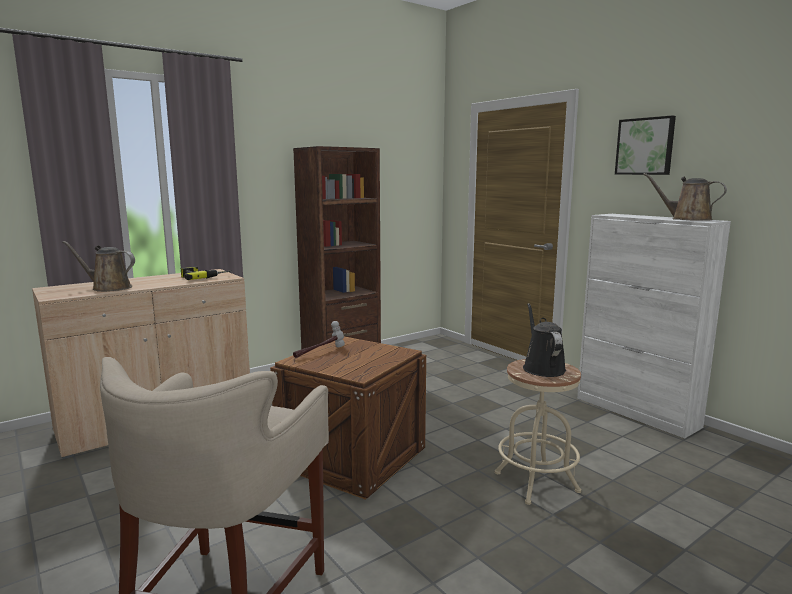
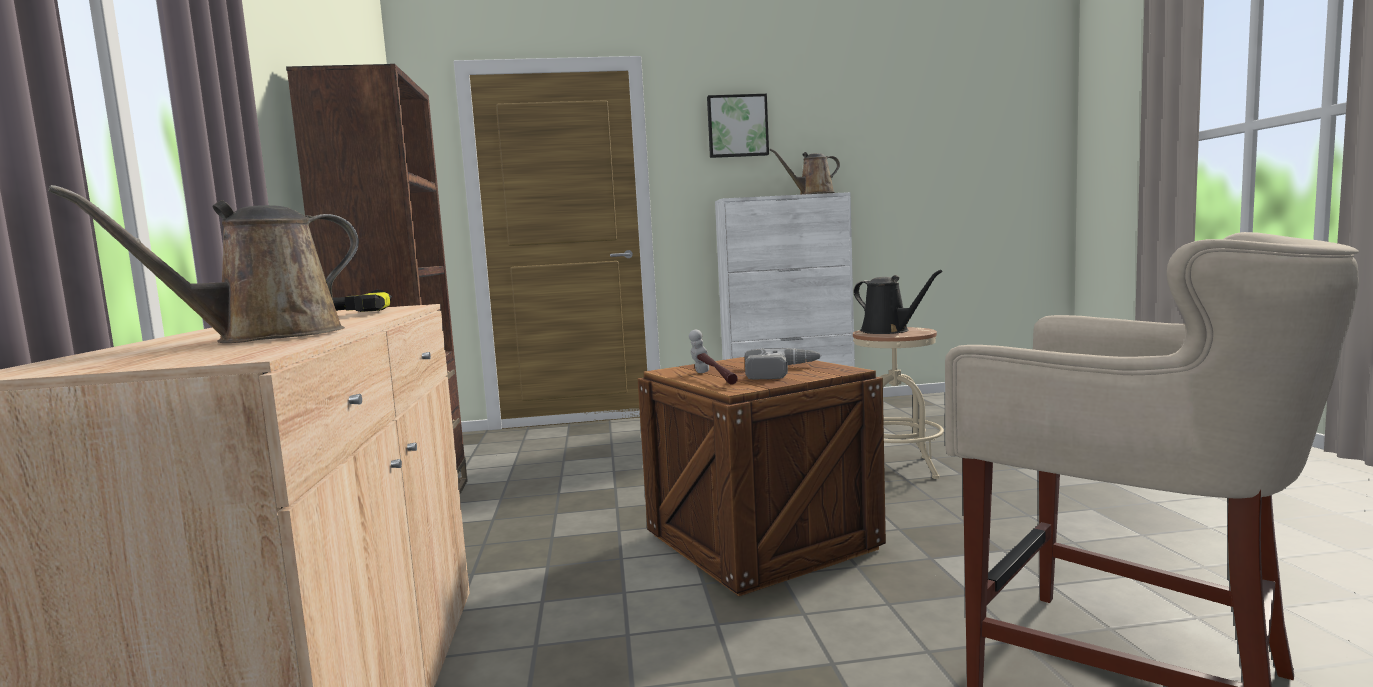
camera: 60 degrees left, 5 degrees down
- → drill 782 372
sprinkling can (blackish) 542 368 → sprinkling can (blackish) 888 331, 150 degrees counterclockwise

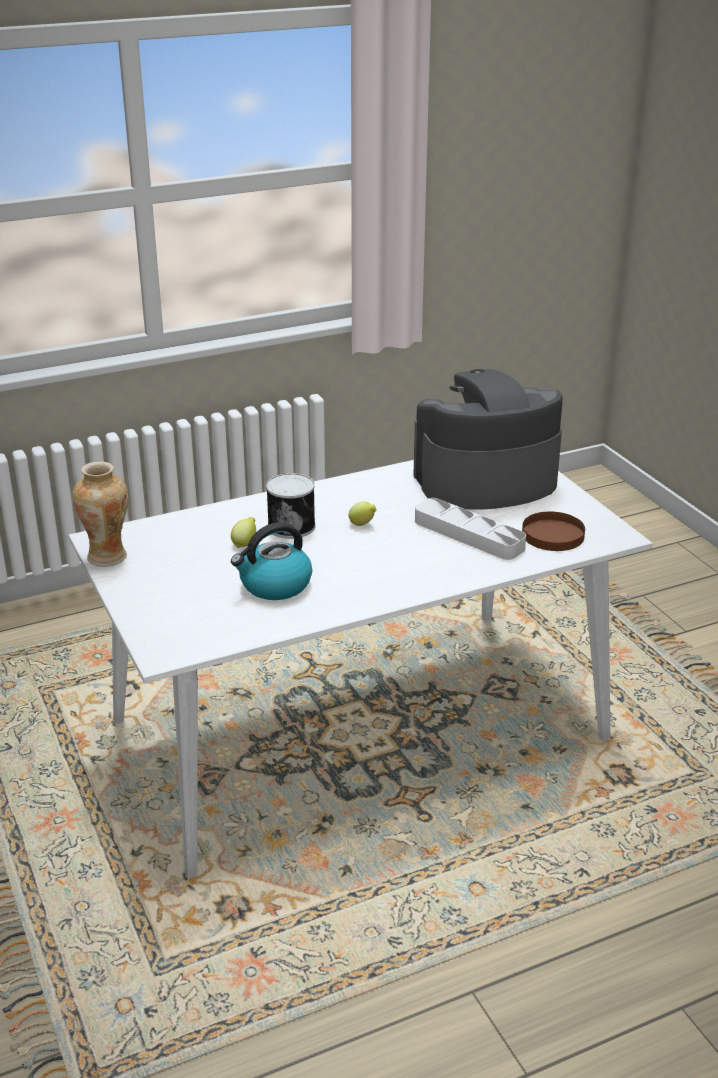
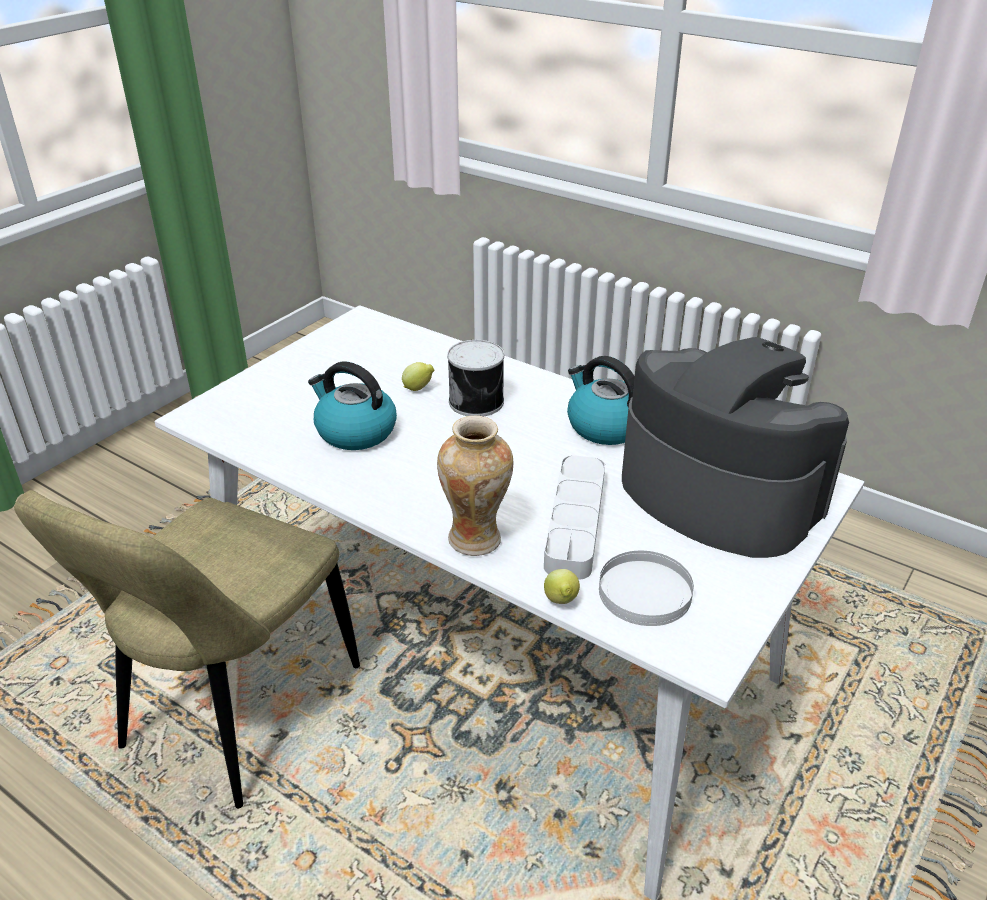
camera: 60 degrees right, 5 degrees up
- → chair (sand-coloured) 234 714
vase 108 557 → vase 476 539, move
citrus fruit 362 524 → citrus fruit 561 602, move
- → kettle 605 426
flat dish (brown) 553 535 → flat dish (white-coloured) 645 592

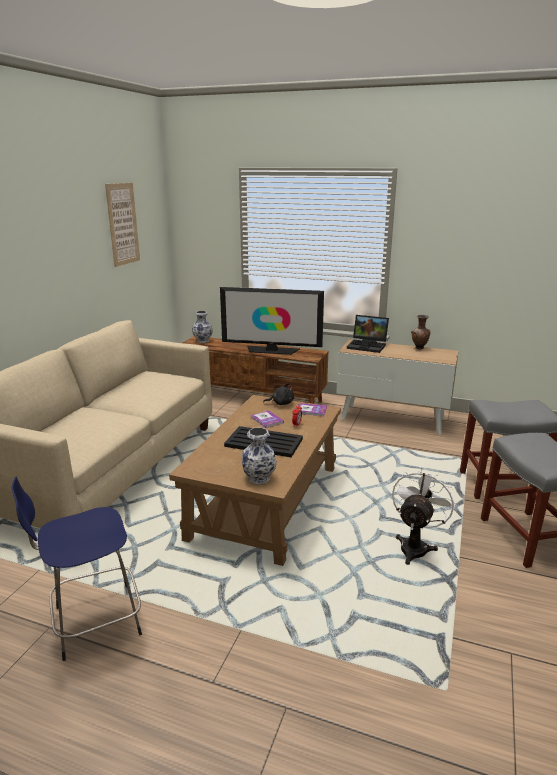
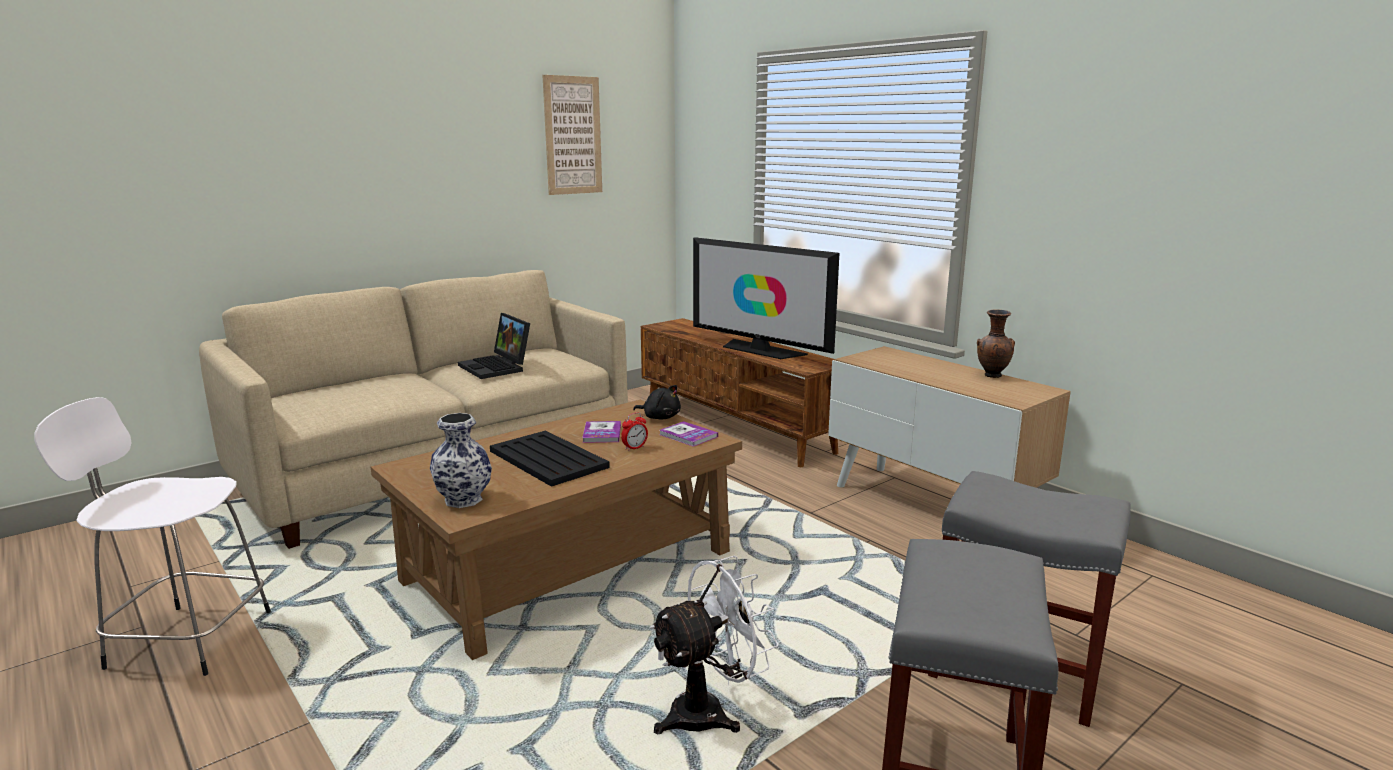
camera: 30 degrees right, 5 degrees down
stool (blue) 93 622 → stool (white-coloured) 185 639
laptop 368 346 → laptop 497 367, move
vase 203 341 → -

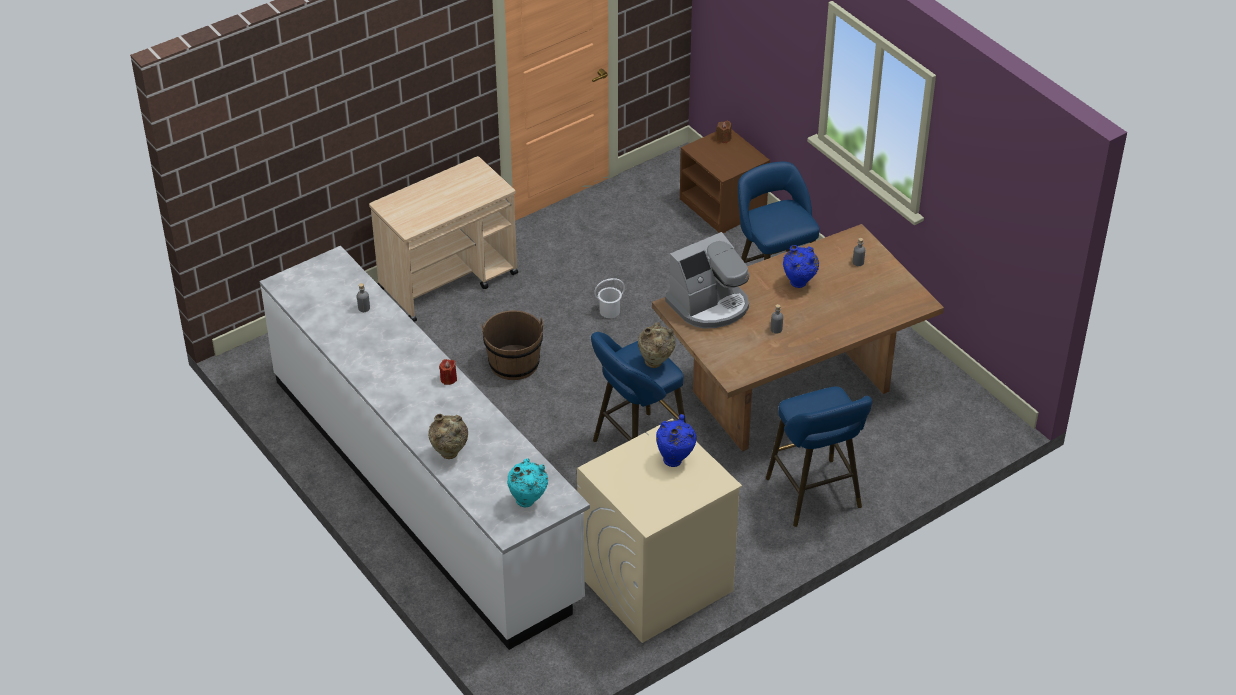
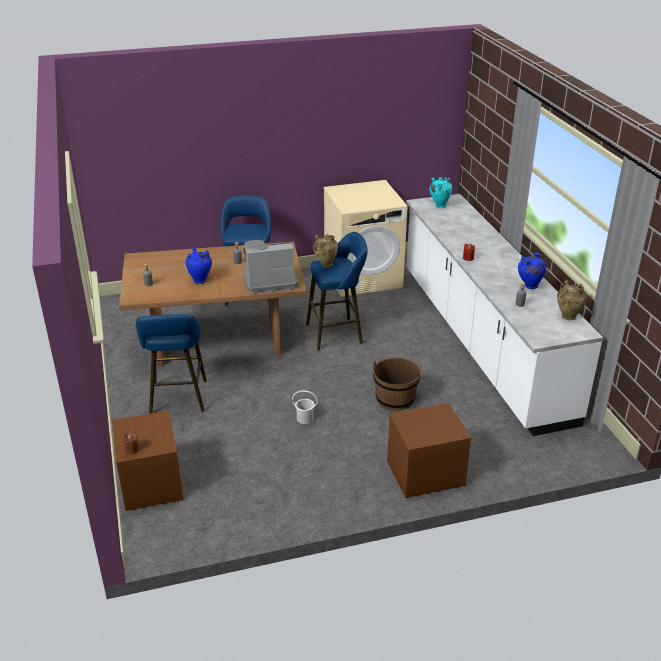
camera: 160 degrees left, 10 degrees down
wheeled cart (sand-coloured) 449 281 → night table (brown) 425 474
vase (blue) 675 460 → vase (blue) 529 286, move
vase (sand-coloured) 450 455 → vase (sand-coloured) 568 316, move

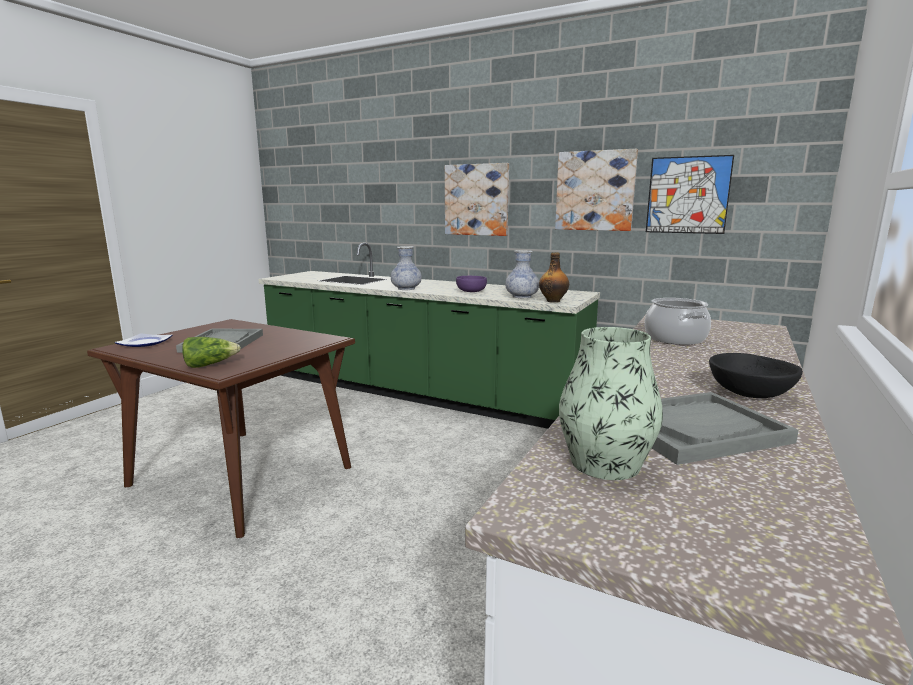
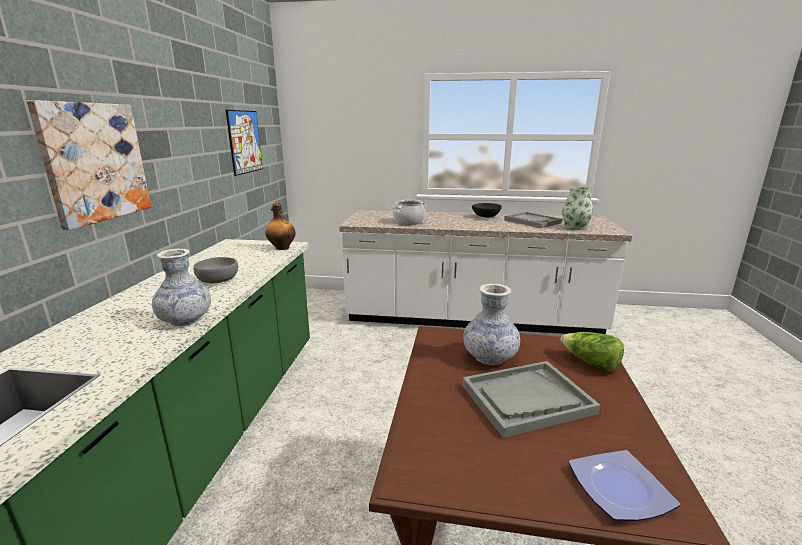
camera: 110 degrees left, 5 degrees up
serving bowl (purple) 471 291 → serving bowl (greyish) 218 280
vase 521 297 → vase 489 357, move
wall picture 595 191 → -

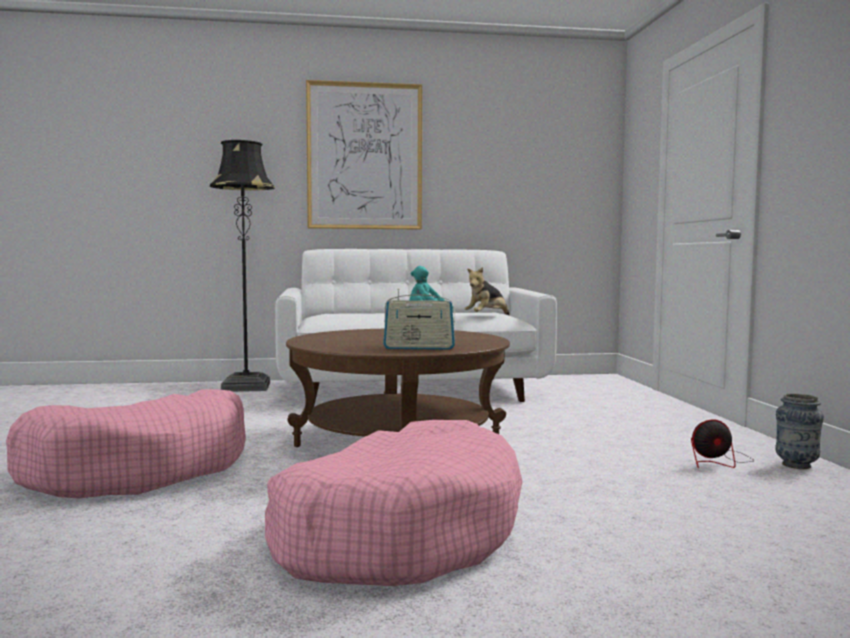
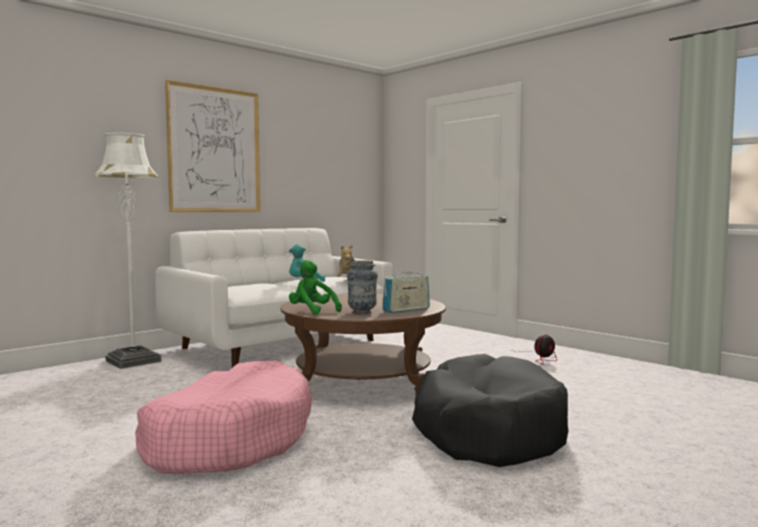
camera: 35 degrees left, 0 degrees up
standard lamp (blackish) 246 387 → standard lamp (white-coloured) 133 361
- → plush toy (green) 312 311
vase 796 465 → vase 362 312, move
pet bed (pinkish) 398 532 → pet bed (blackish) 488 431

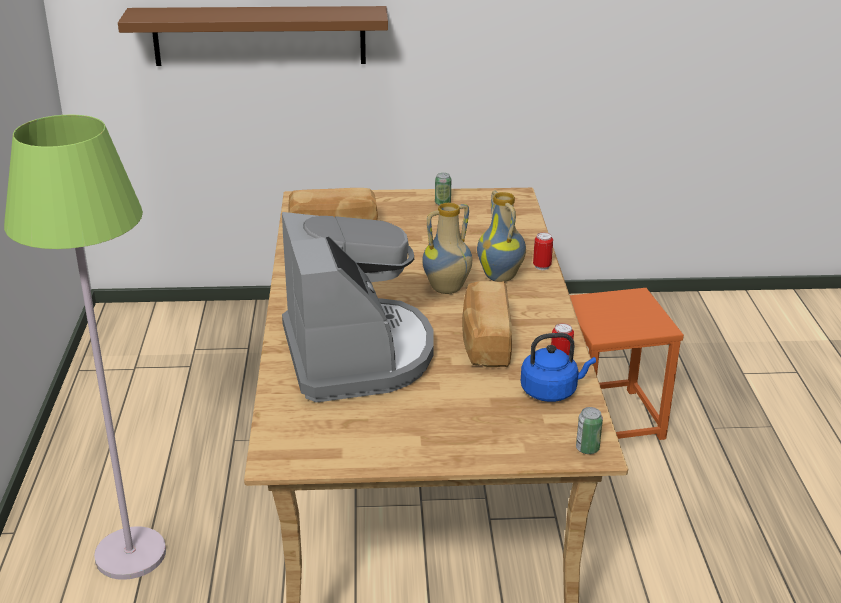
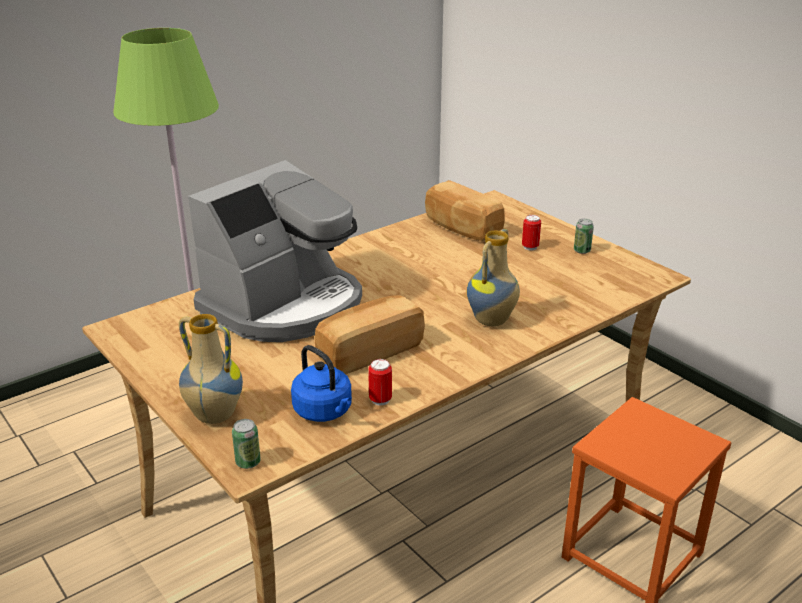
camera: 55 degrees right, 0 degrees up
vase 447 289 → vase 213 416, move
sealed can 542 266 → sealed can 530 247, move
bracket shelf (brown) 259 35 → -

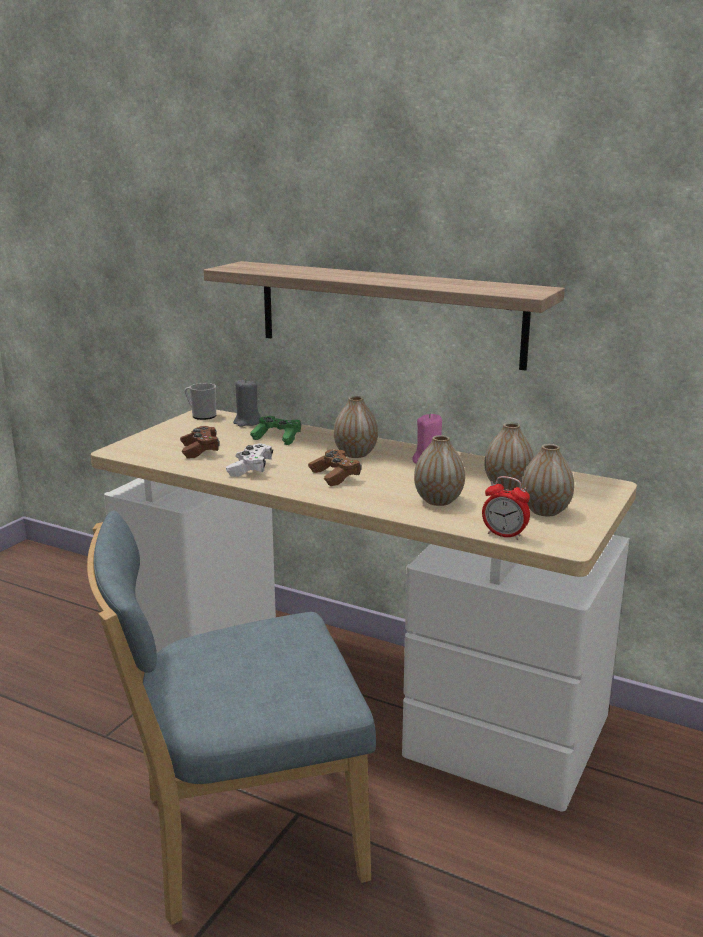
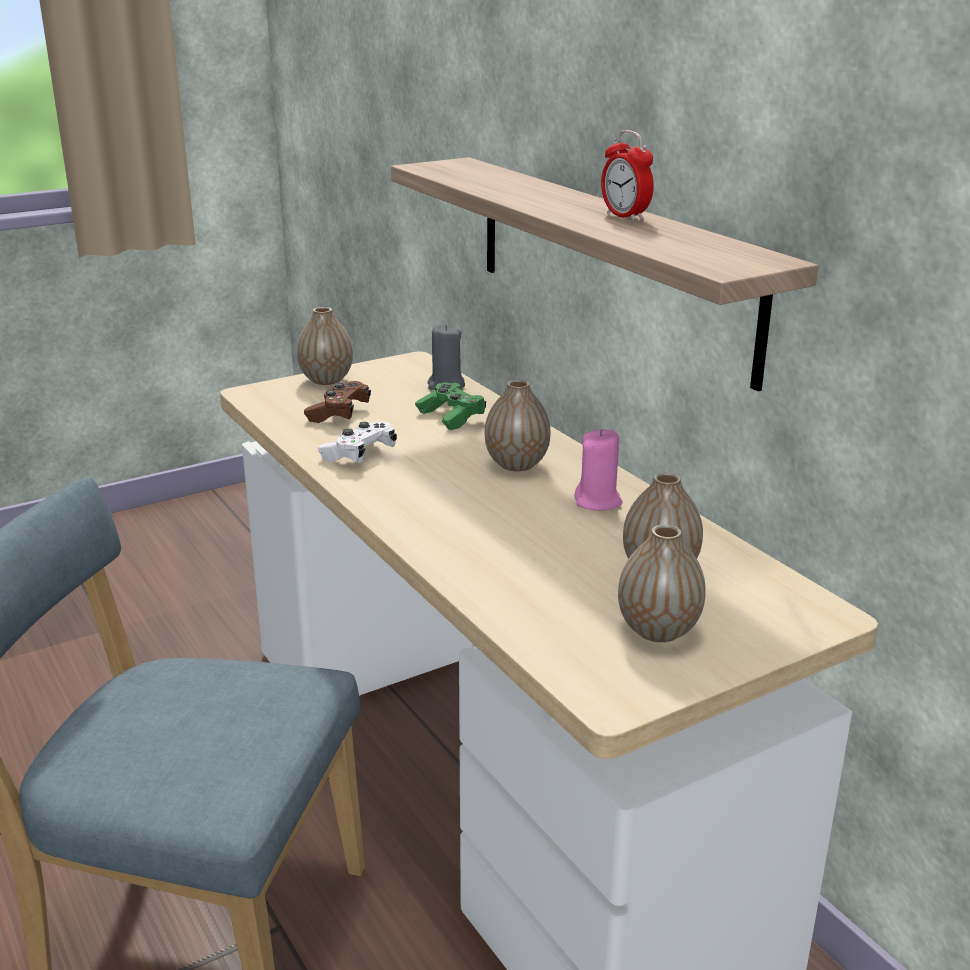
camera: 30 degrees right, 5 degrees up
vase 438 501 → vase 326 380, move
table clock 504 535 → table clock 625 216, move
tea mug 201 416 → -
joypad (brown) 335 476 → -

